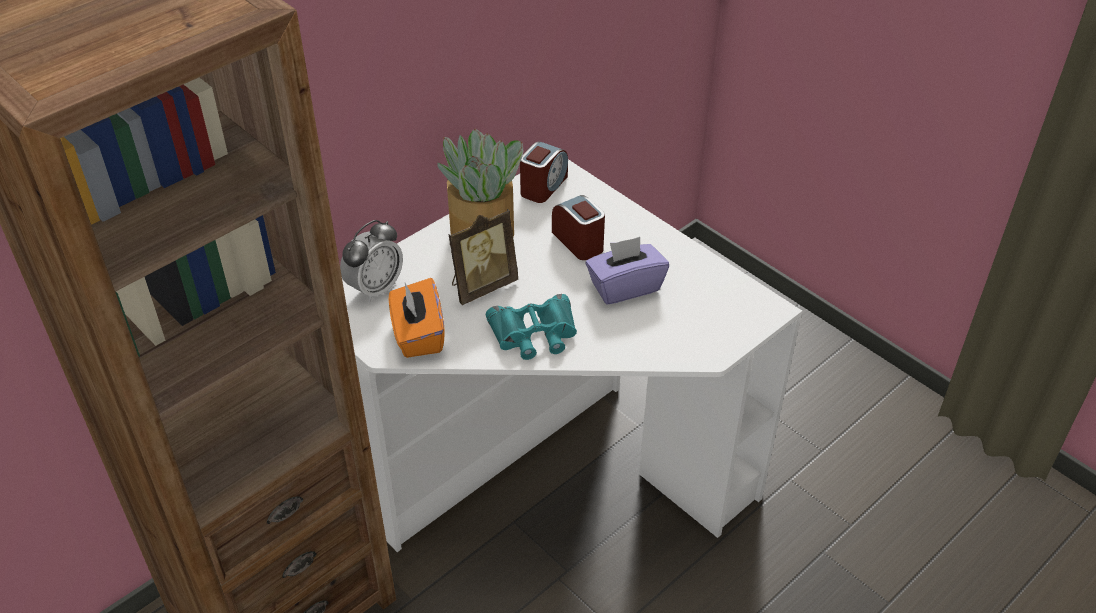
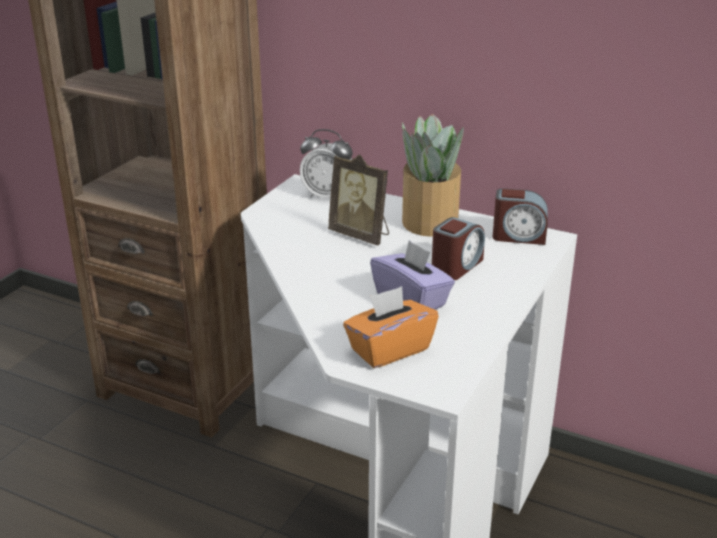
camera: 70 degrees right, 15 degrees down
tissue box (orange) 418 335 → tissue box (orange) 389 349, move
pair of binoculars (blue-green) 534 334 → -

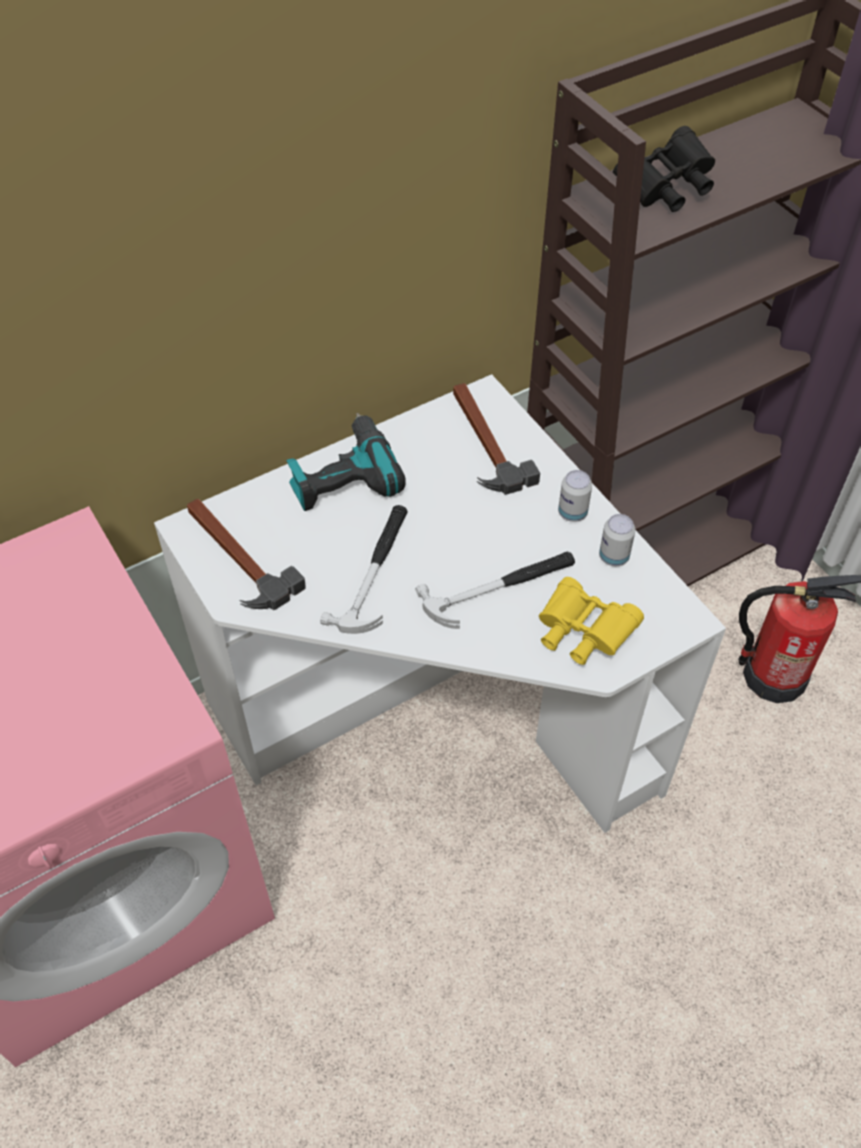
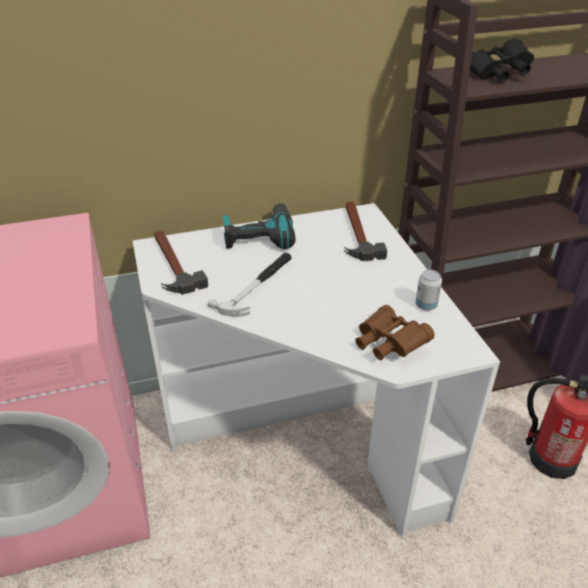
camera: 15 degrees right, 15 degrees down
pair of binoculars (yellow) 581 633 → pair of binoculars (brown) 388 344
hand hammer 499 588 → -
sealed can 572 513 → -

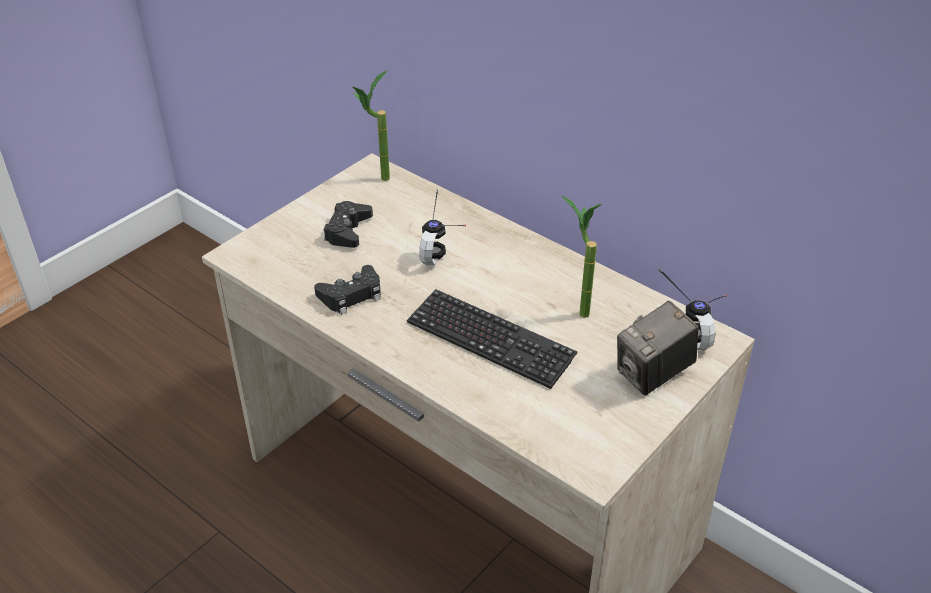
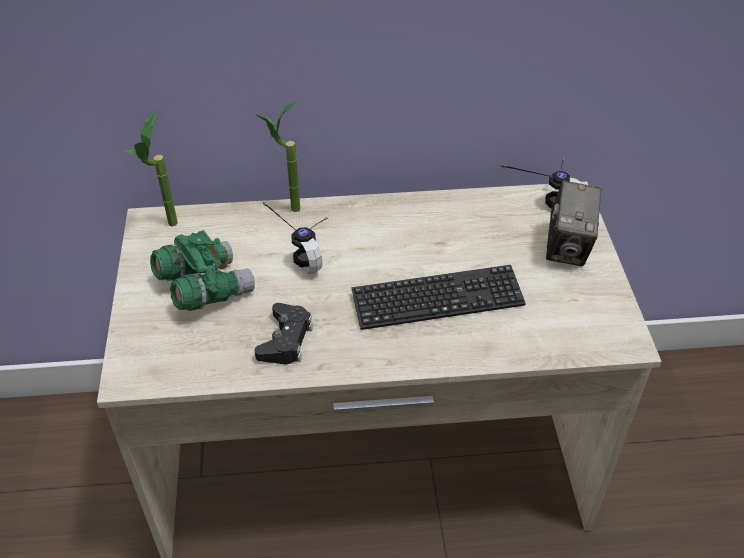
camera: 45 degrees left, 5 degrees up
joypad (blackish) 348 230 → pair of binoculars (green) 204 288
potted plant 575 309 → potted plant 285 209, move

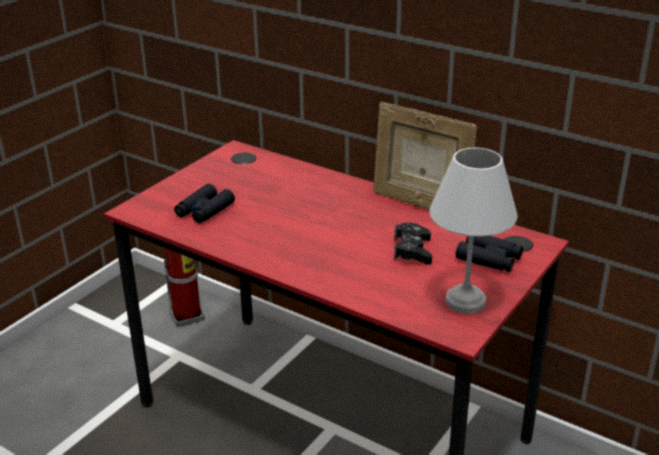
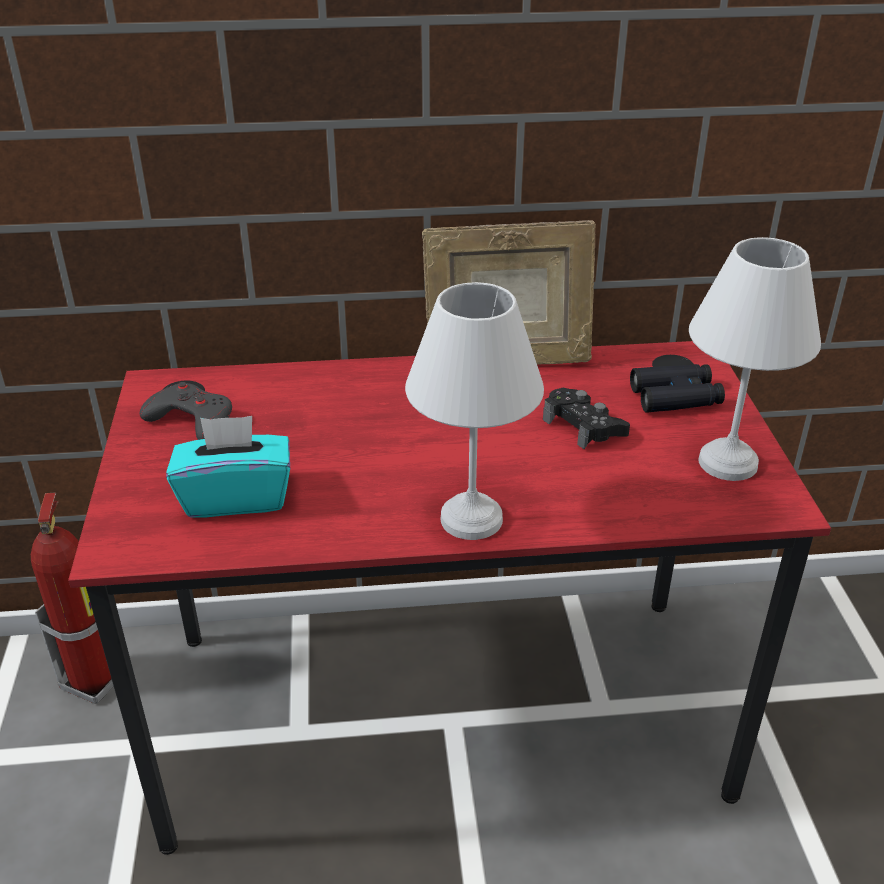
camera: 40 degrees left, 5 degrees up
- → joypad (greyish) 191 420
pair of binoculars (blackish) 204 210 → tissue box (blue-green) 236 497
- → tabletop lamp (white-coloured) 468 518

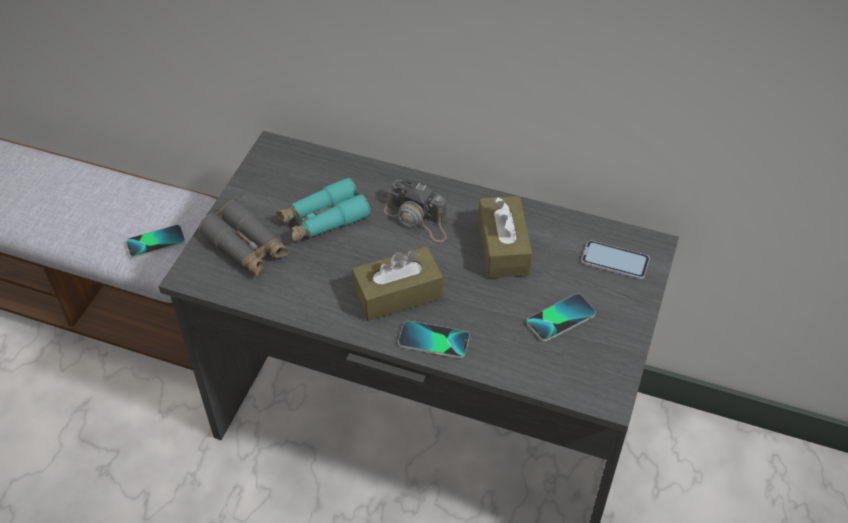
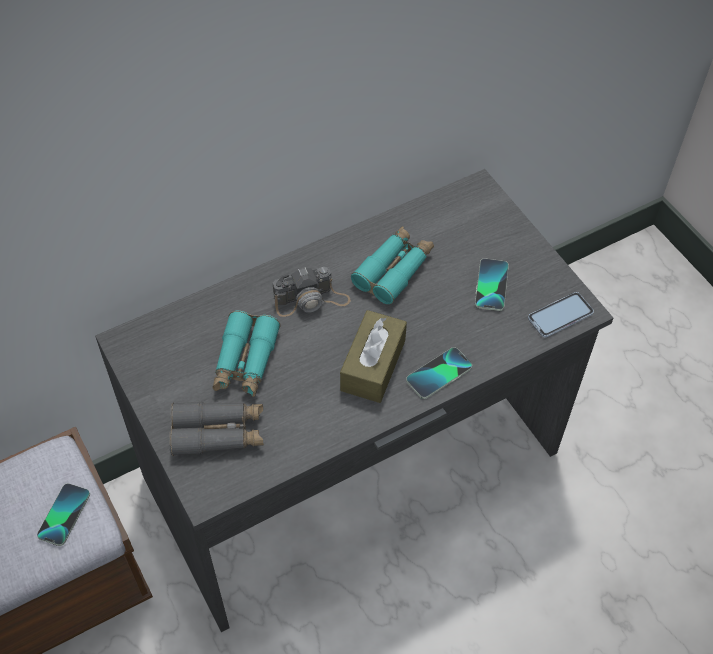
camera: 50 degrees left, 5 degrees up
tissue box (brown) 503 247 → pair of binoculars (blue-green) 394 270
telephone 615 260 → telephone 560 315, move

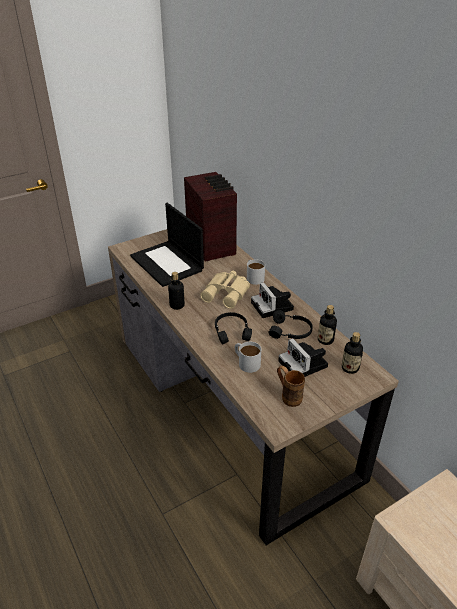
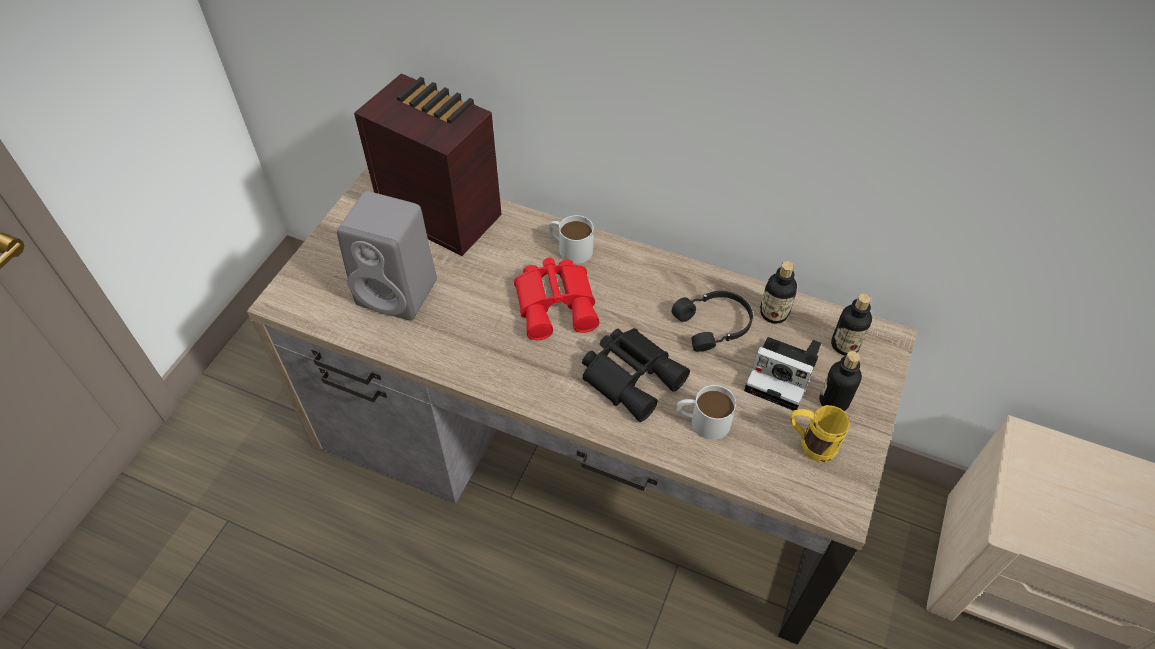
camera: 35 degrees left, 15 degrees up
laptop 168 263 → speaker (greyish) 400 292
pair of binoculars (sand-coloured) 227 293 → pair of binoculars (reddish) 557 303
headset (blackish) 232 331 → pair of binoculars (blackish) 632 375
tea mug (brown) 288 396 → tea mug (yellow) 809 445
beverage bottle 177 305 → beverage bottle 833 401, move
photo camera 273 307 → -

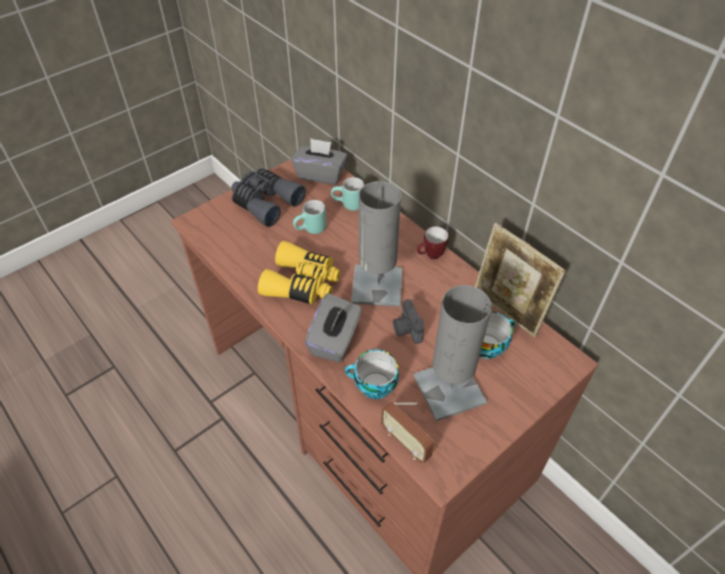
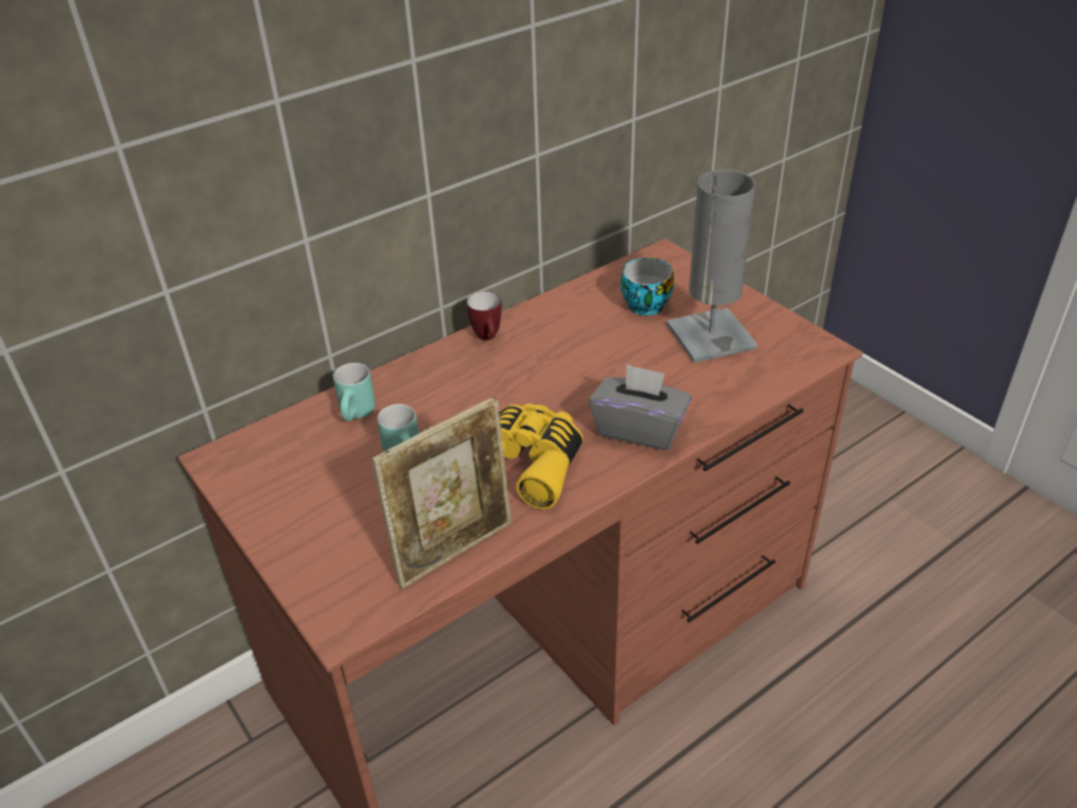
camera: 85 degrees left, 10 degrees down
picture frame 506 311 → picture frame 454 550, move
pair of binoculars (greyish) 265 202 → -
tissue box (greyish) 320 174 → -
cup 373 386 → -
tabletop lamp (greyish) 377 286 → -
radio receiver 405 442 → -
photo camera 406 329 → -

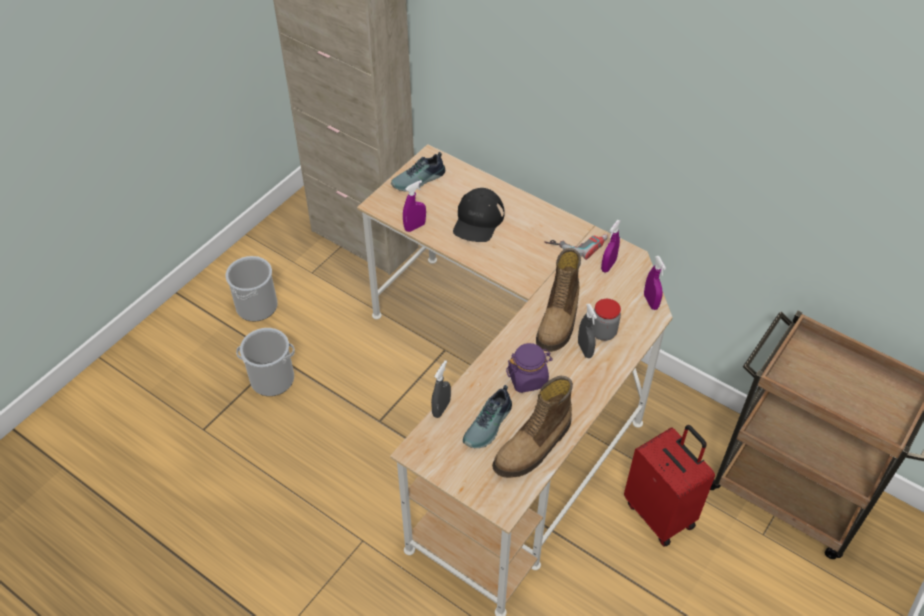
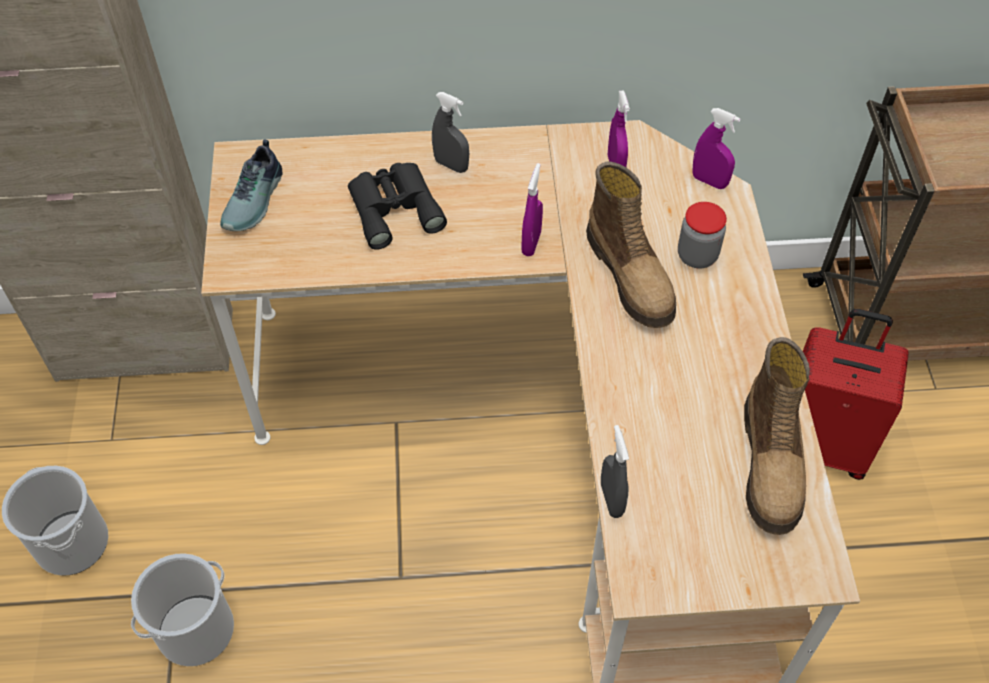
camera: 40 degrees left, 5 degrees up
baseball cap (blackish) 478 220 → pair of binoculars (blackish) 394 207
sprayer (greyish) 585 349 → sprayer (greyish) 451 165, move
sprayer (purple) 415 227 → sprayer (purple) 531 243, move
low shoe 489 425 → -
jar (purple) 528 378 → -
drill 576 242 → -

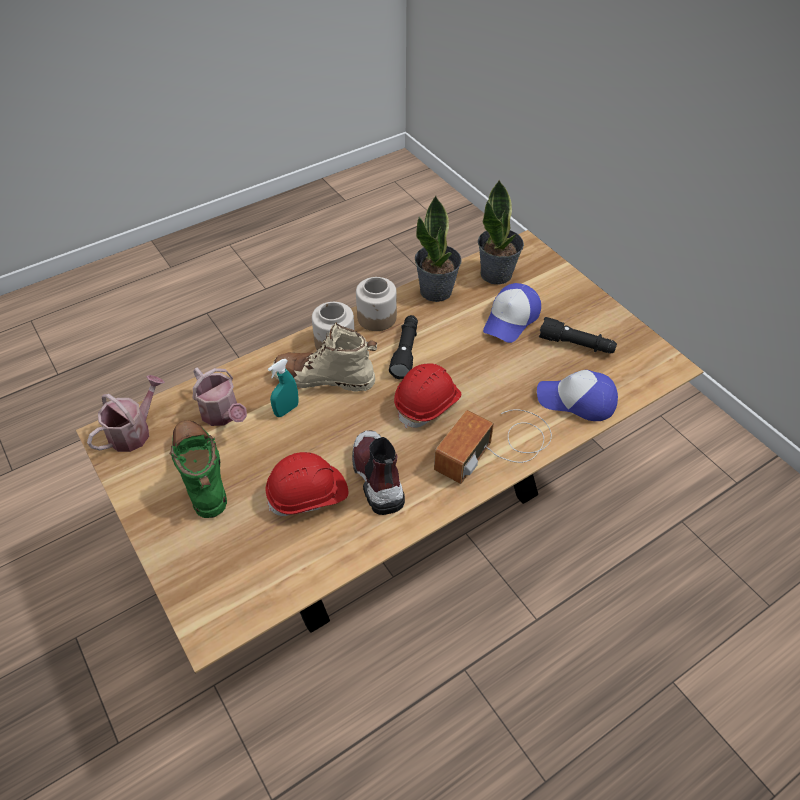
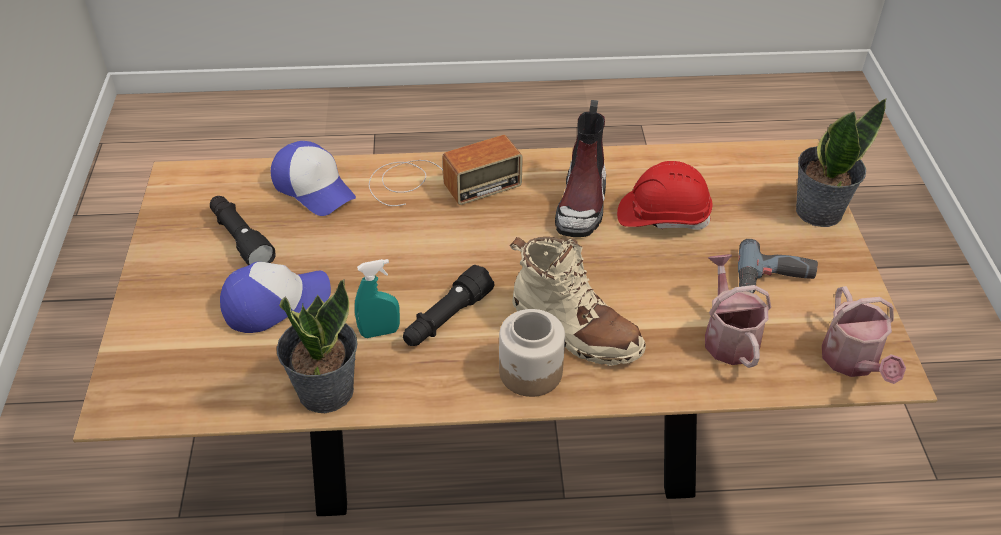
camera: 150 degrees left, 5 degrees down
sprayer (blue-green) 286 410 → sprayer (blue-green) 379 332, move
tall boot (green) 201 473 → drill 774 280
potted plant 496 274 → potted plant 818 211, move
sprinkling can 134 431 → sprinkling can 853 362, 75 degrees counterclockwise
jar 377 317 → -
work helmet (reddish) 428 404 → -

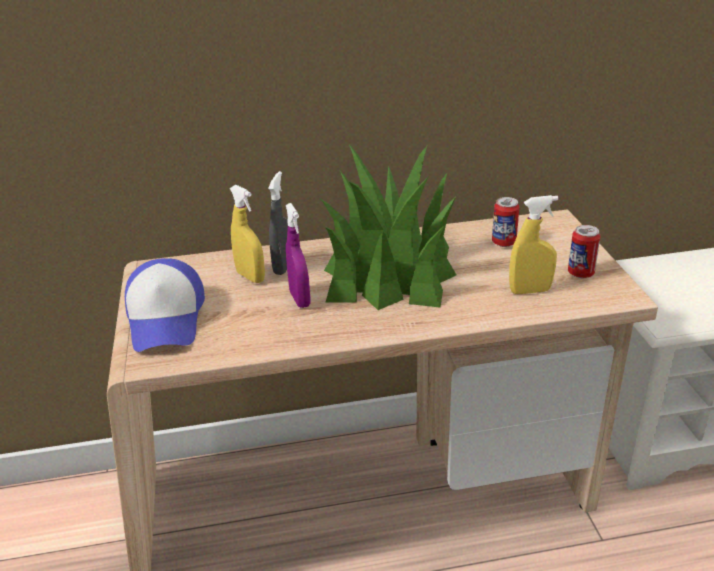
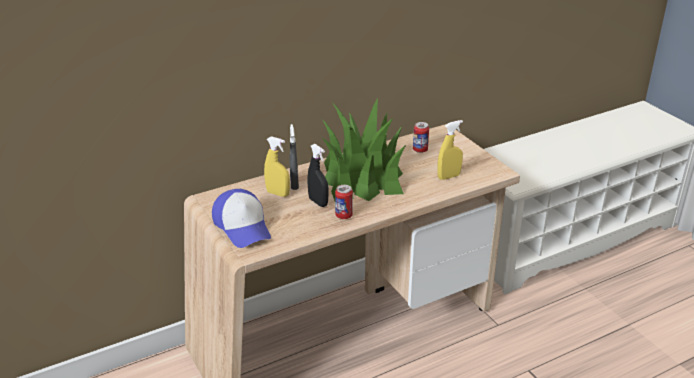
camera: 20 degrees left, 0 degrees up
sprayer (purple) 300 299 → sprayer (blackish) 318 202
sealed can 580 273 → sealed can 344 216, move

